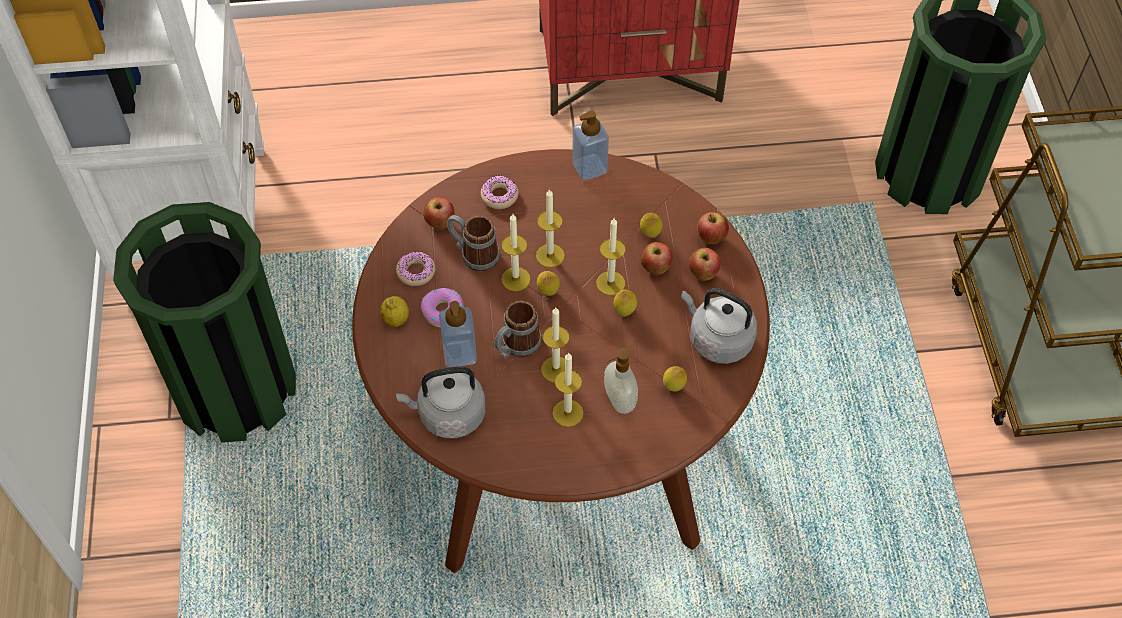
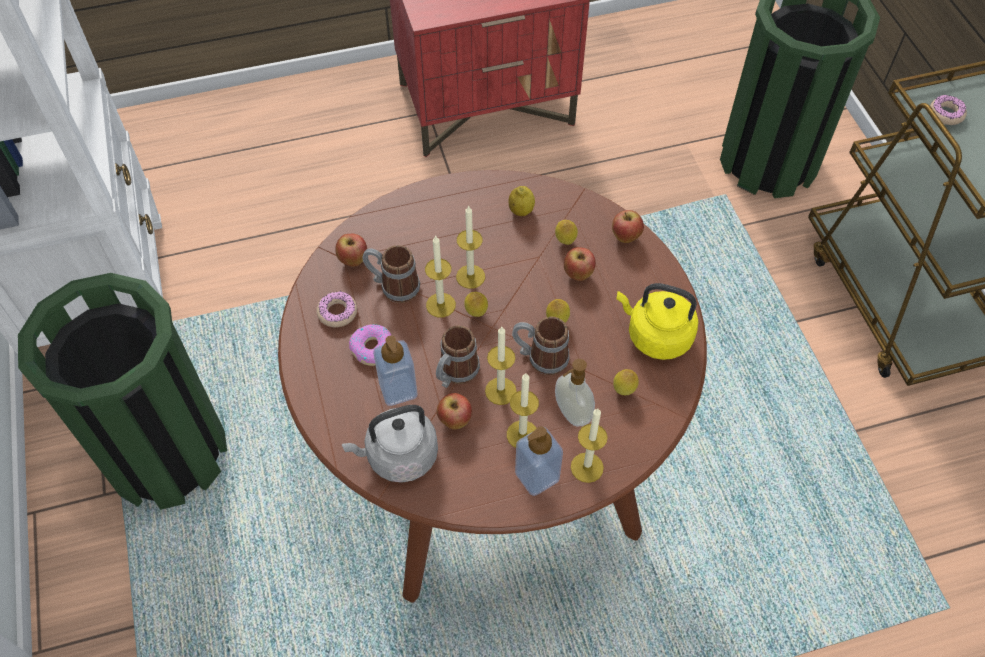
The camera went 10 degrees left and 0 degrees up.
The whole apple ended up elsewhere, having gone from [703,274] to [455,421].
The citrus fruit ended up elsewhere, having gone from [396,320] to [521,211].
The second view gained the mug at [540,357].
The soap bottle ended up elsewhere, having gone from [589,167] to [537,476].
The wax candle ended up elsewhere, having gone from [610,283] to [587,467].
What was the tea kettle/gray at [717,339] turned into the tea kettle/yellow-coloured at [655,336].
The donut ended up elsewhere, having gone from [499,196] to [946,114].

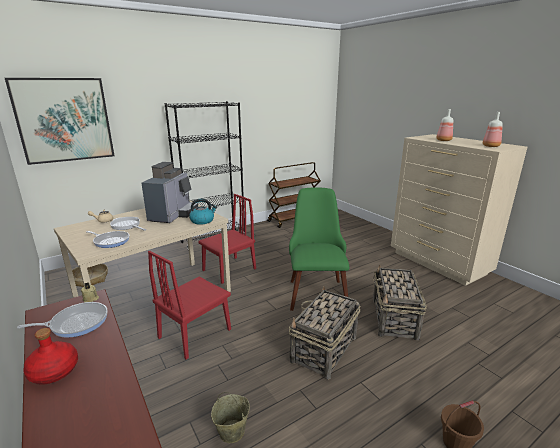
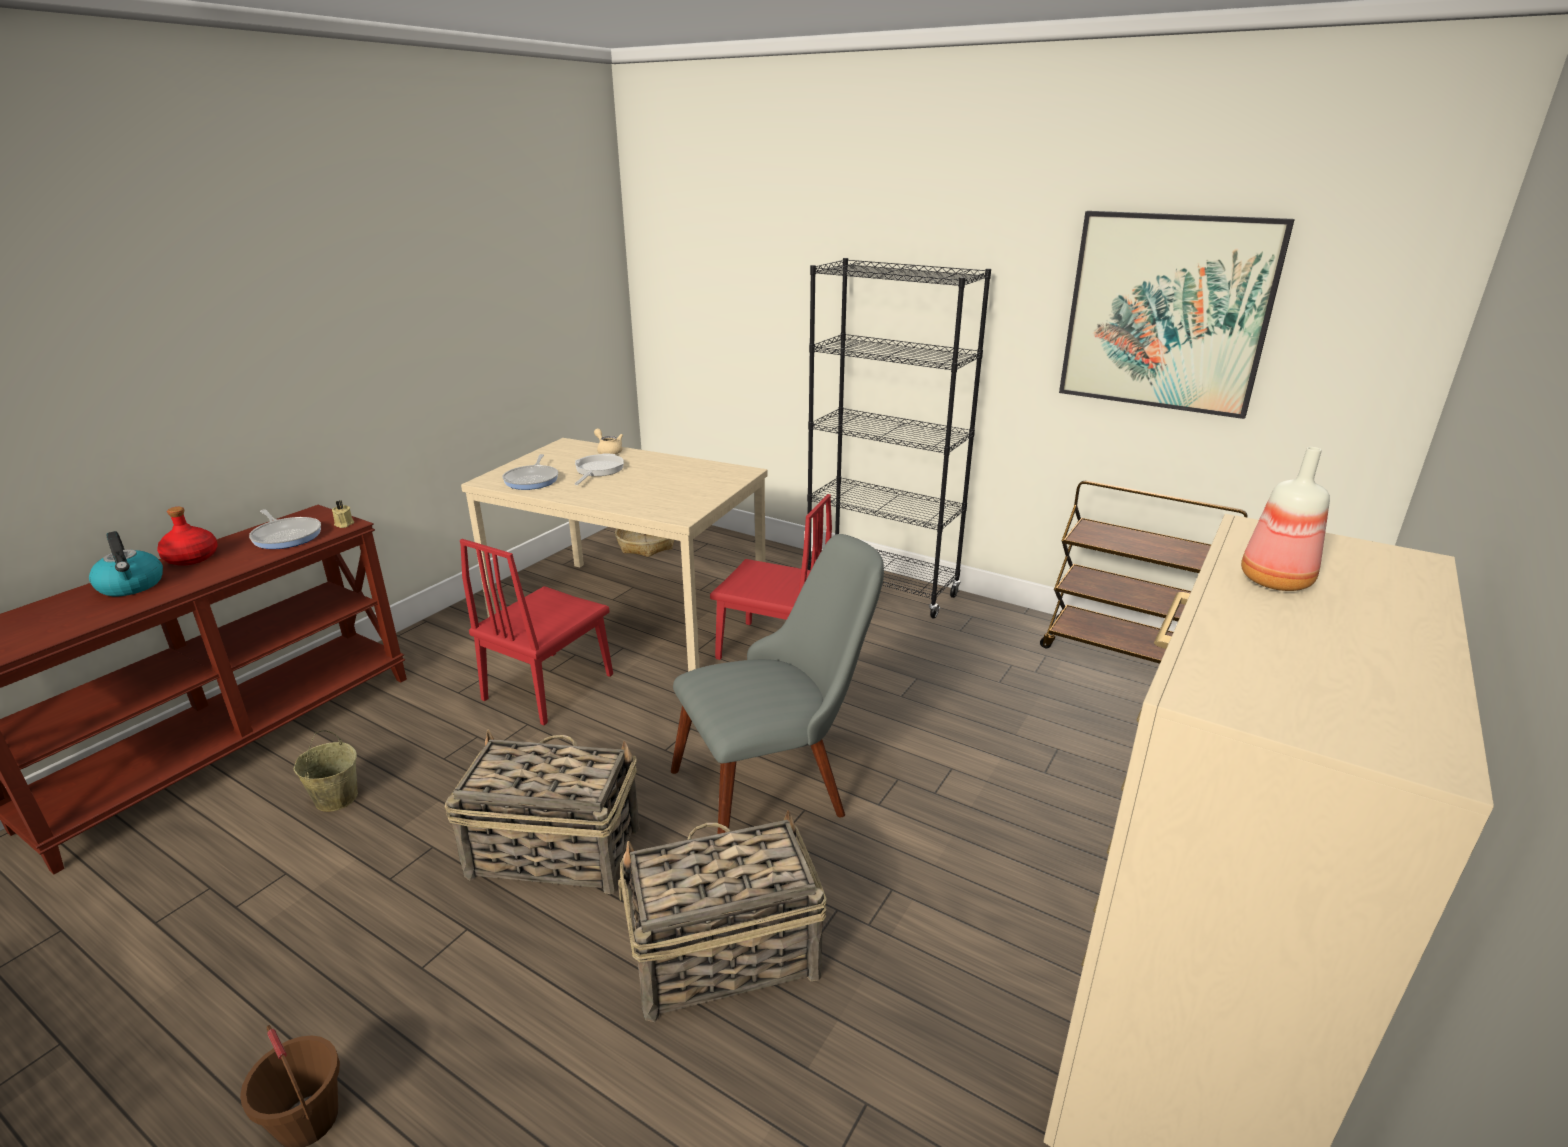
The camera went 65 degrees right and 5 degrees up.
The tea kettle ended up elsewhere, having gone from [202,221] to [132,586].
The chair/reddish at [195,333] ended up facing another way, 75 degrees counterclockwise from before.
What was the chair/green at [316,289] turned into the chair/gray at [777,786].
The wall picture ended up elsewhere, having gone from [64,120] to [1166,313].
The second view lost the coffee brewer at [173,215].
The second view lost the drink bottle at [491,146].

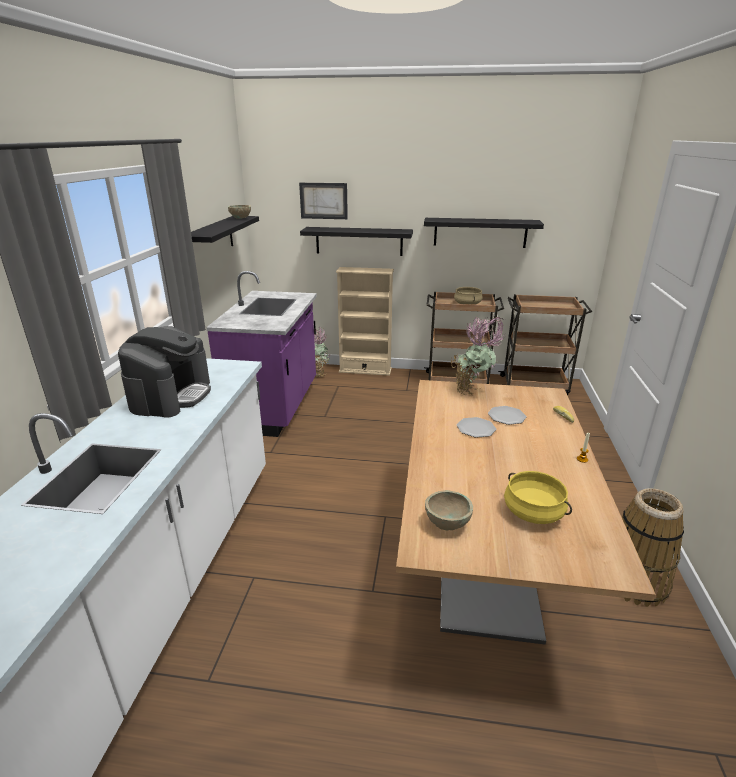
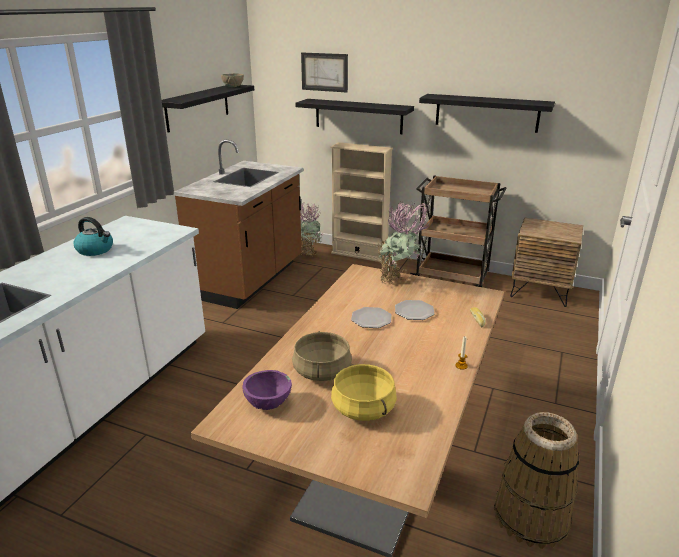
The camera went 15 degrees right and 0 degrees up.
Where the coffee brewer stood at [171,395], the tea kettle came to stand at [96,250].
What was the kitchen counter/purple at [275,407] turned into the kitchen counter/brown at [250,280].
What was the bowl/sand-coloured at [447,524] turned into the bowl/purple at [268,404].
The stockpot/sand-coloured ended up elsewhere, having gone from [467,304] to [321,371].
Where the trolley/brown stood at [535,385], the bedside table/brown came to stand at [540,291].

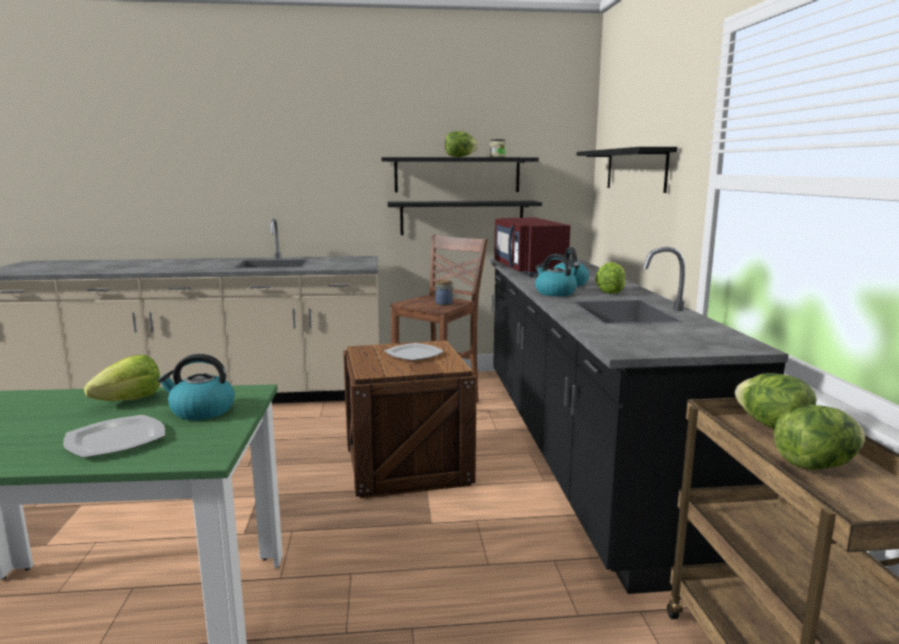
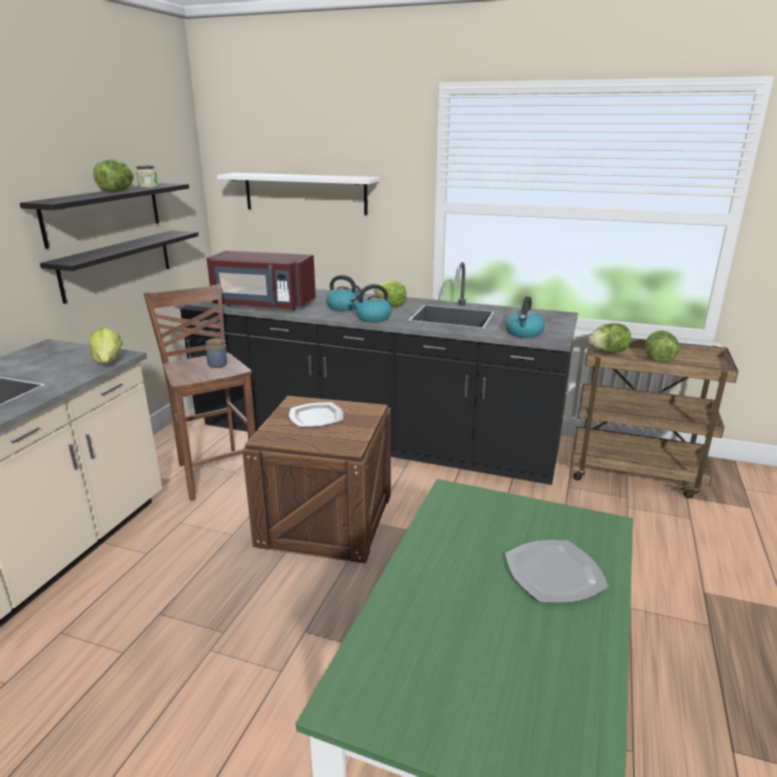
The camera went 65 degrees left and 10 degrees up.
The lettuce ended up elsewhere, having gone from [130,400] to [108,362].
What was the shelf/blackish at [635,170] turned into the shelf/white-coloured at [305,193].
The tea kettle ended up elsewhere, having gone from [201,411] to [524,333].

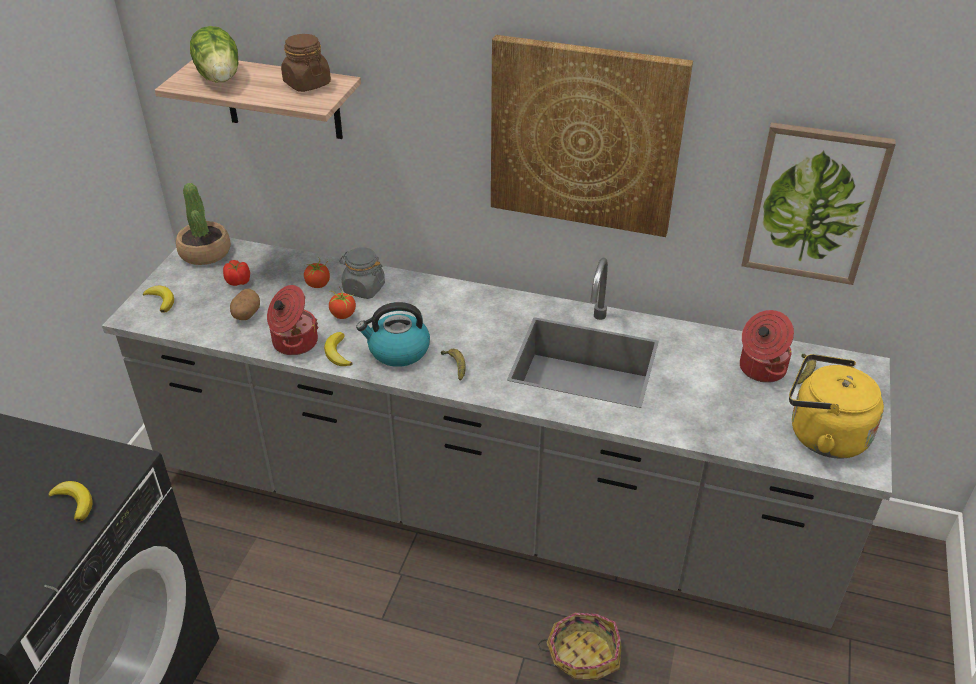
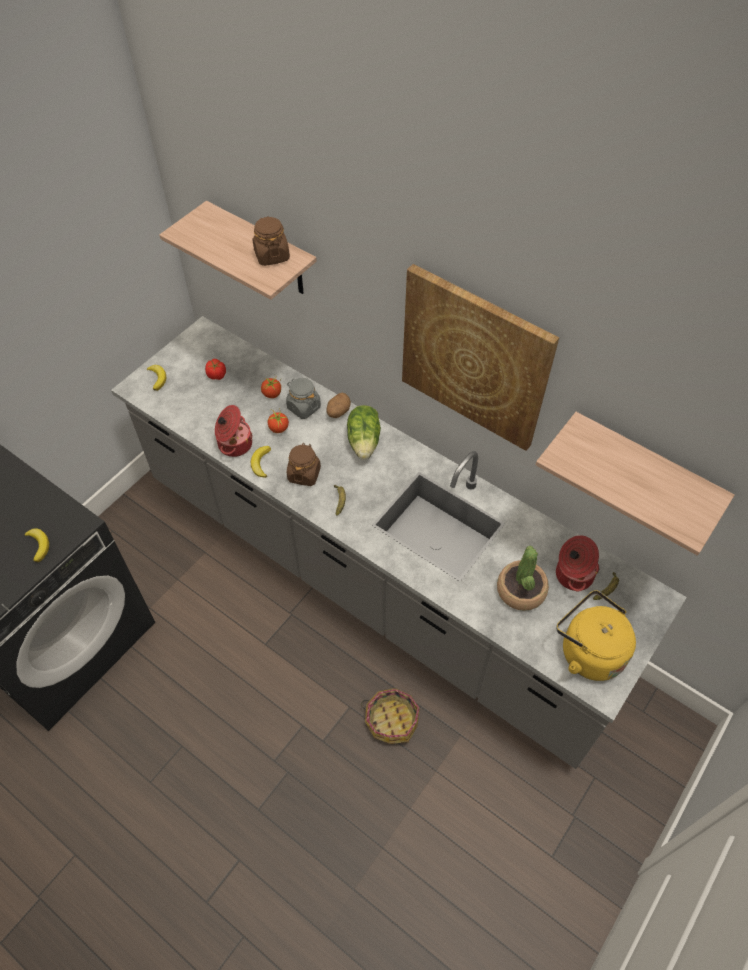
The camera went 20 degrees right and 15 degrees up.
Where the tea kettle stood at [398,351], the jar/brown came to stand at [304,474].
The whole potato ended up elsewhere, having gone from [246,315] to [338,412].
The lettuce ended up elsewhere, having gone from [220,77] to [364,441].
The houseplant ended up elsewhere, having gone from [205,252] to [521,590].
Where the wall picture hung at [813,204], the shelf came to hang at [643,471].

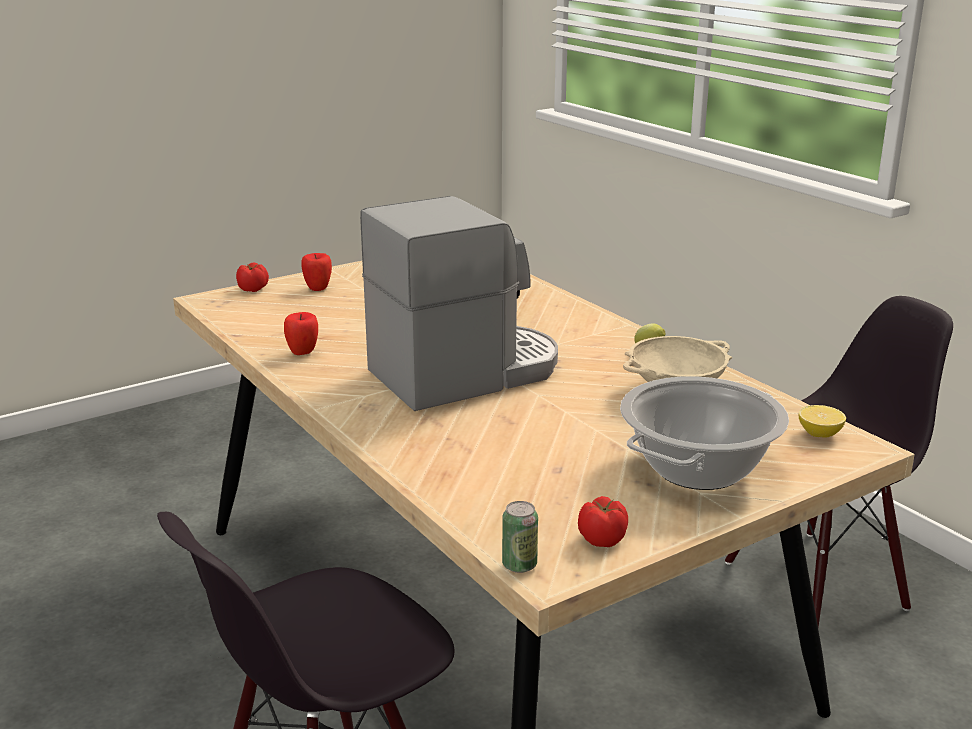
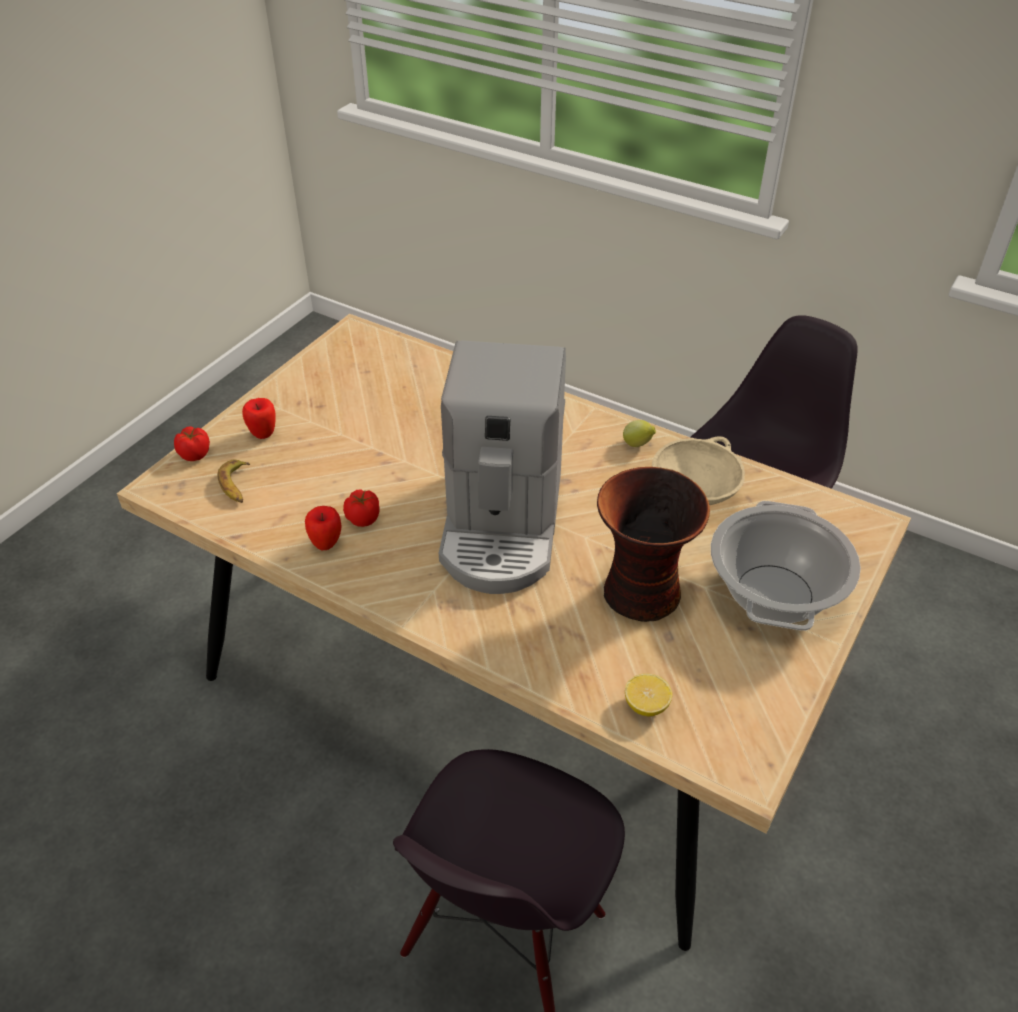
The camera went 25 degrees left and 20 degrees up.
The second view gained the whole banana at [236,486].
The tomato ended up elsewhere, having gone from [603,539] to [364,518].
The coffee brewer at [466,373] ended up facing another way, 150 degrees clockwise from before.
The second view gained the flower vase at [641,595].
The citrus fruit ended up elsewhere, having gone from [819,434] to [646,705].
The second view lost the metal can at [519,565].

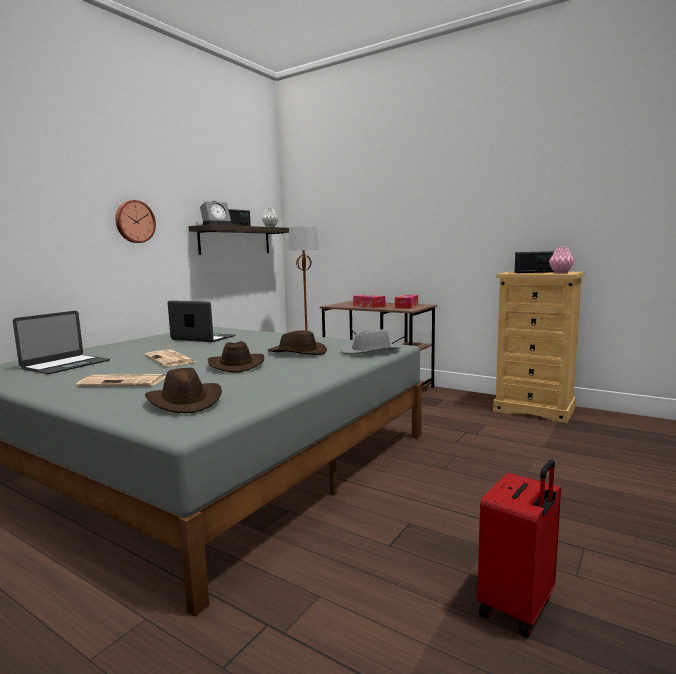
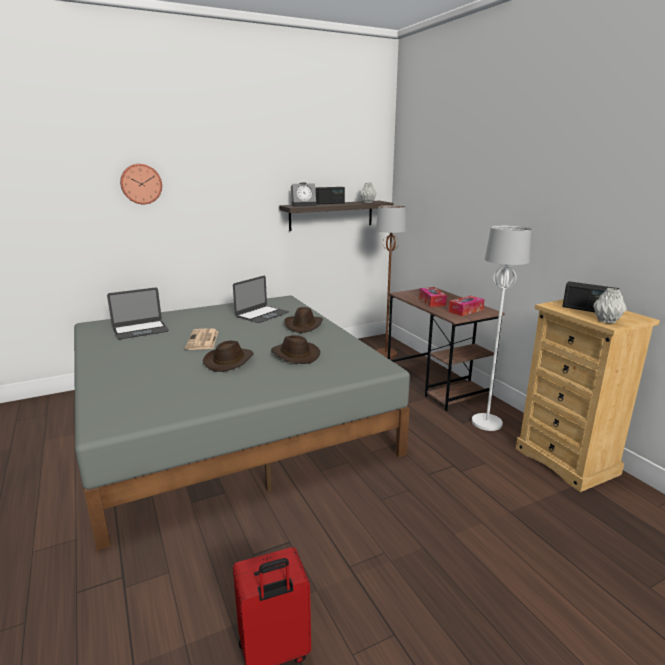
The camera went 30 degrees right and 10 degrees up.
The hanging clock ended up elsewhere, having gone from [134,221] to [141,184].
The notebook computer at [203,338] ended up facing another way, 75 degrees clockwise from before.
The clothing hat/brown ended up elsewhere, having gone from [185,402] to [303,325].
The second view gained the floor lamp/white-coloured at [487,422].
What was the flower vase/pinkish at [560,273] turned into the flower vase/gray at [606,321].
The second view lost the printed paper at [124,382].
The second view lost the clothing hat/gray at [371,351].

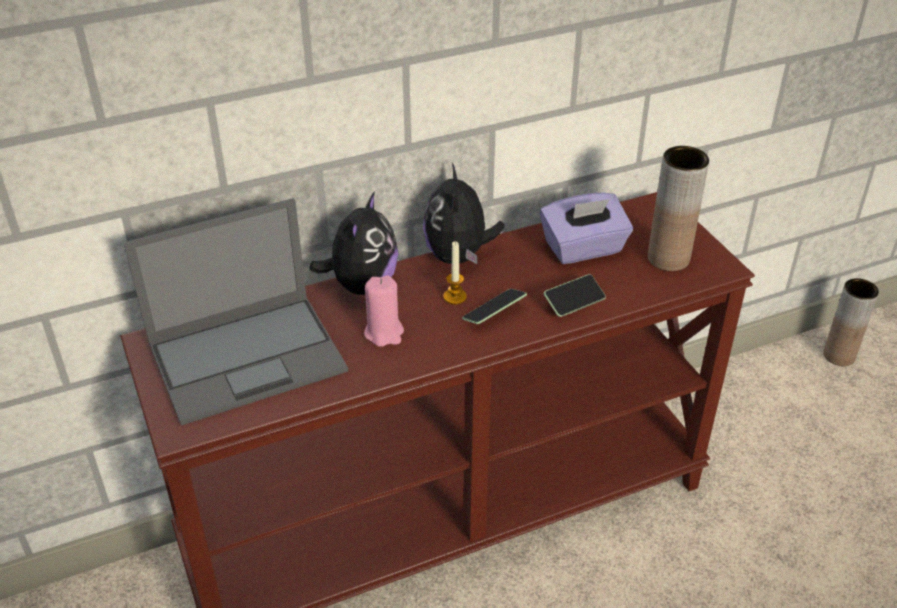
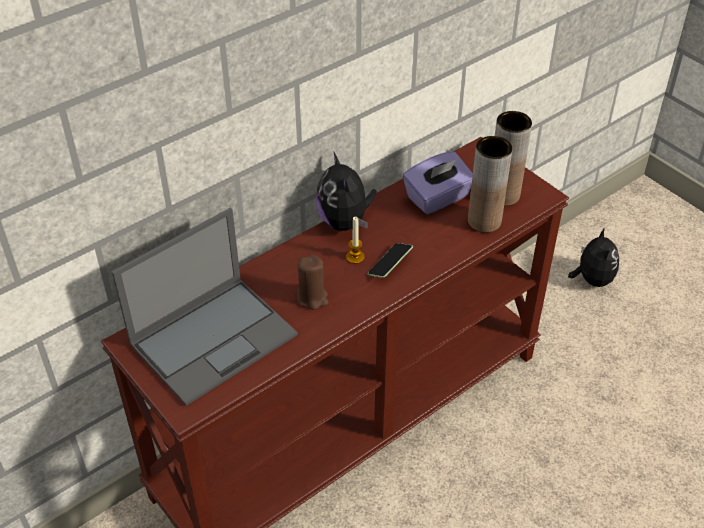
The camera went 15 degrees left and 5 degrees up.
What was the wax candle/pinkish at [384,333] turned into the wax candle/brown at [312,298].
The flower vase/brown ended up elsewhere, having gone from [839,356] to [484,221].
The soft toy ended up elsewhere, having gone from [362,285] to [592,279].
The second view lost the phone at [574,302].

